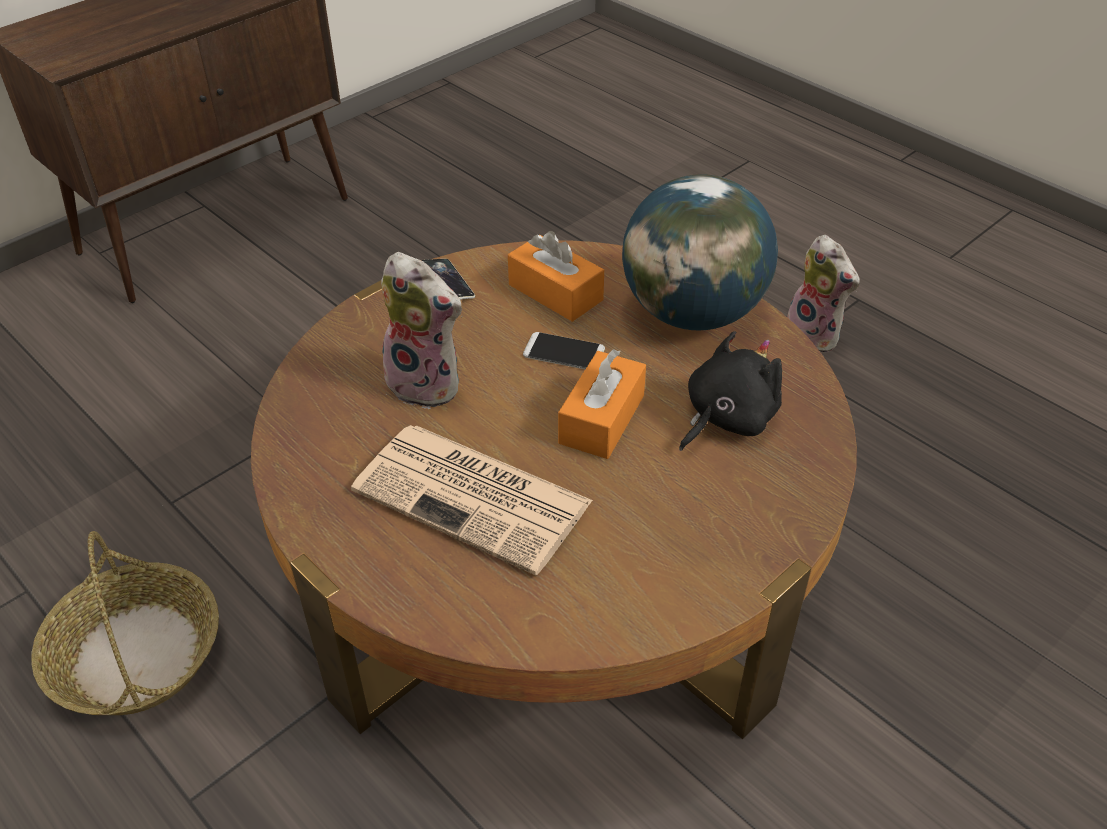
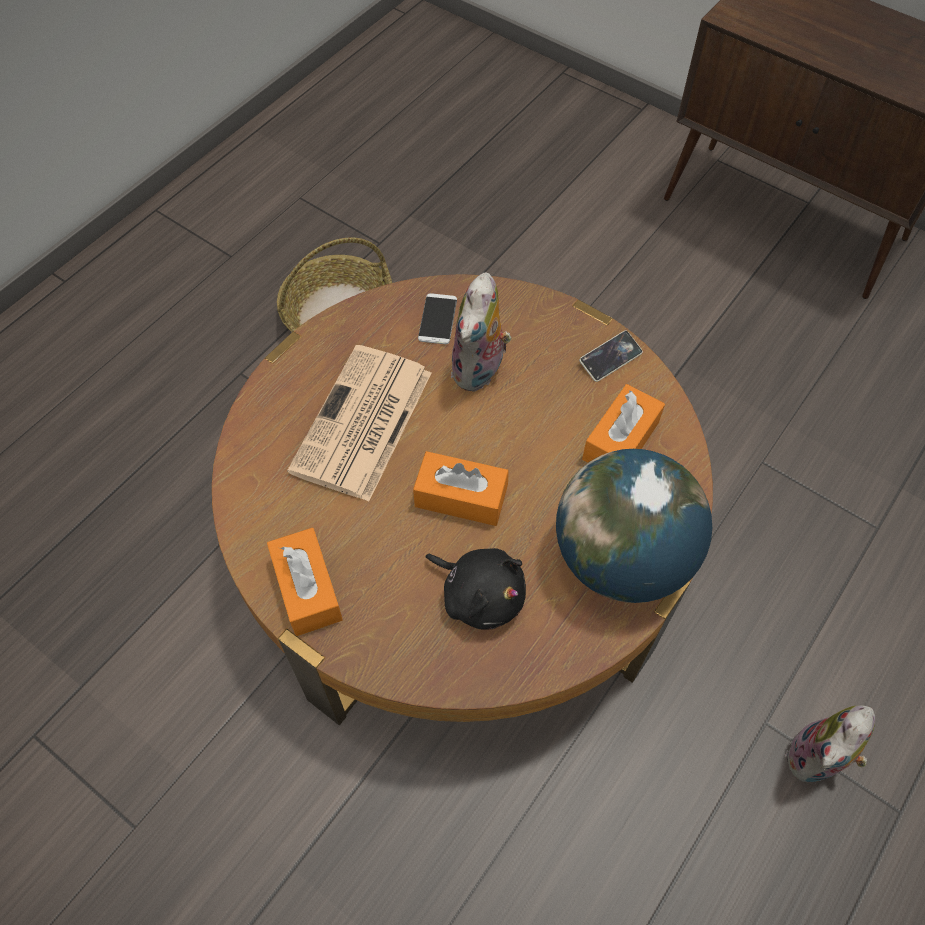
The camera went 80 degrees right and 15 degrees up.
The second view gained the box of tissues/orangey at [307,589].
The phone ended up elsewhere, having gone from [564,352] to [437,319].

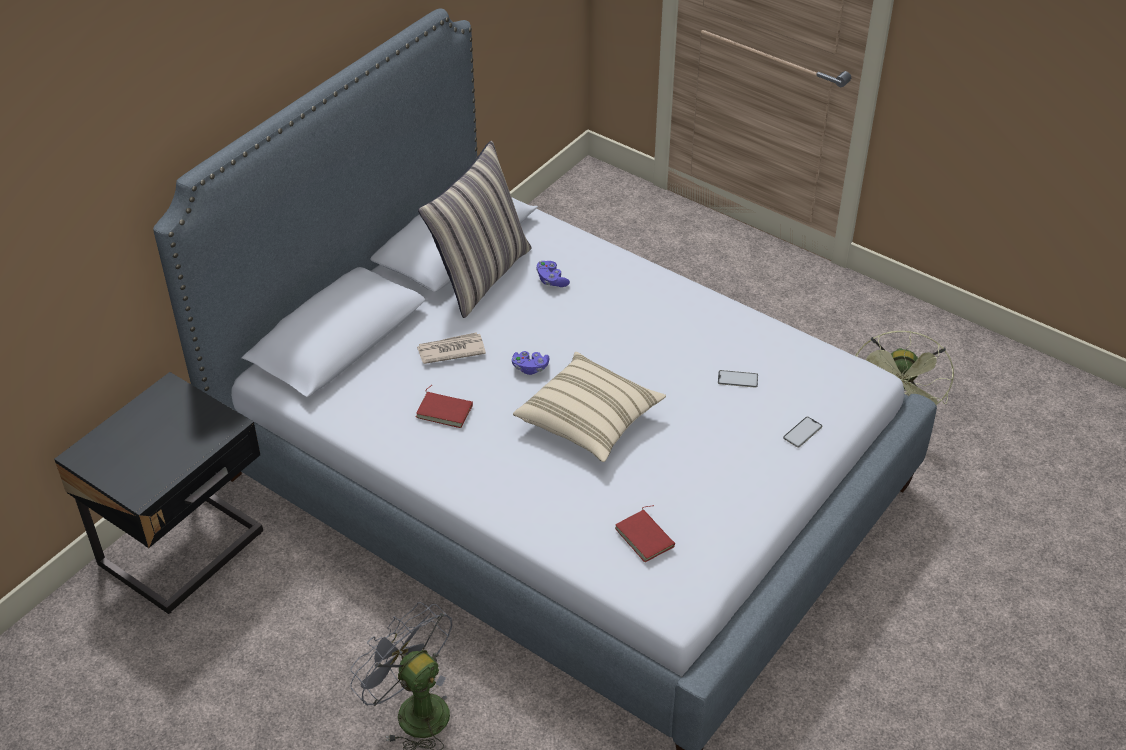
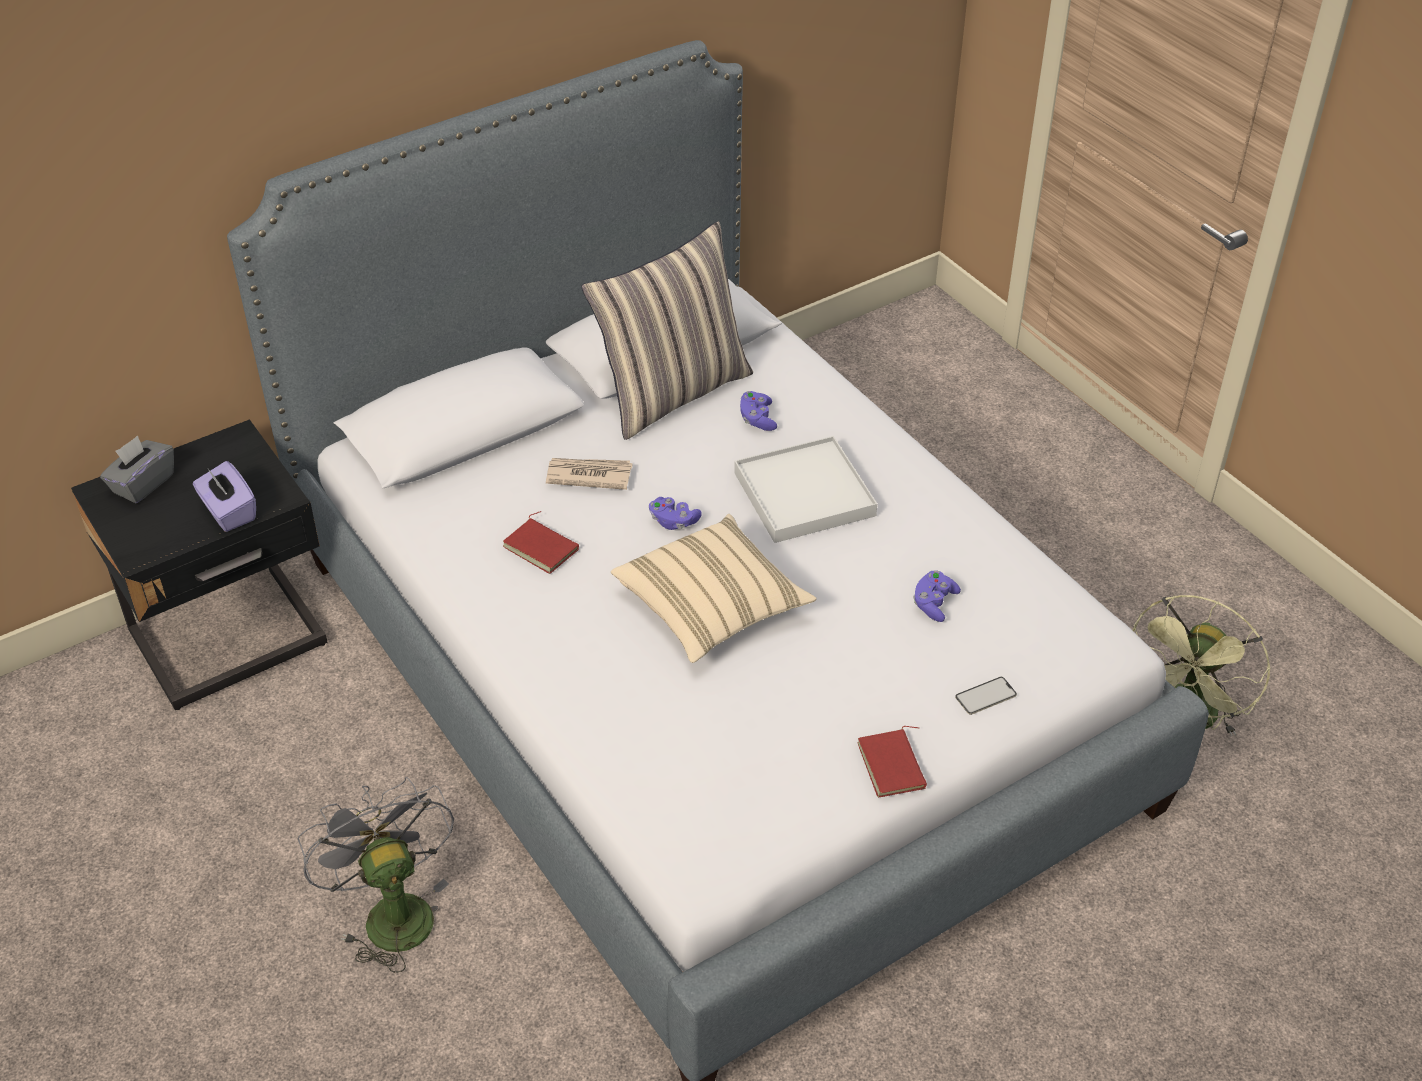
The camera went 20 degrees right and 0 degrees up.
The second view gained the box of tissues/gray at [143,484].
The second view gained the box of tissues/purple at [229,512].
The second view gained the serving tray/white-coloured at [804,494].
The book/reddish ended up elsewhere, having gone from [646,537] to [894,766].
Where the phone stood at [737,379], the game controller/purple came to stand at [934,603].

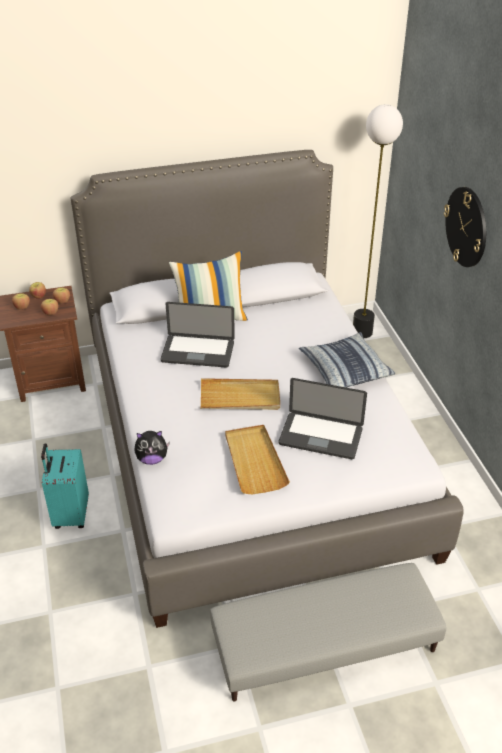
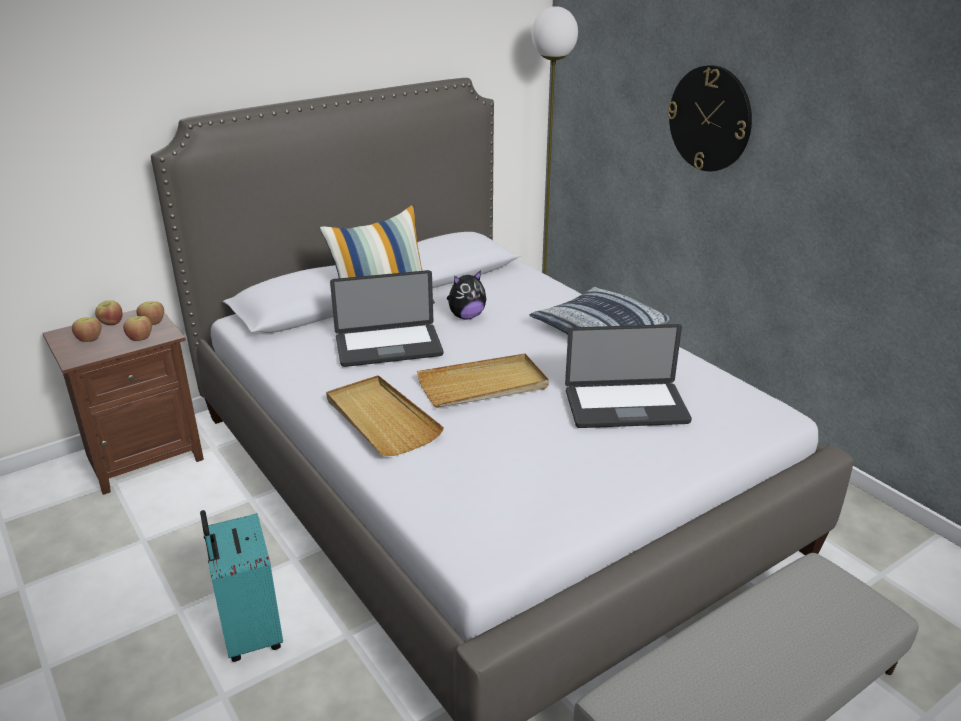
The camera went 20 degrees left and 10 degrees down.
The serving tray/sand-coloured ended up elsewhere, having gone from [254,461] to [381,419].
The soft toy ended up elsewhere, having gone from [152,459] to [466,316].

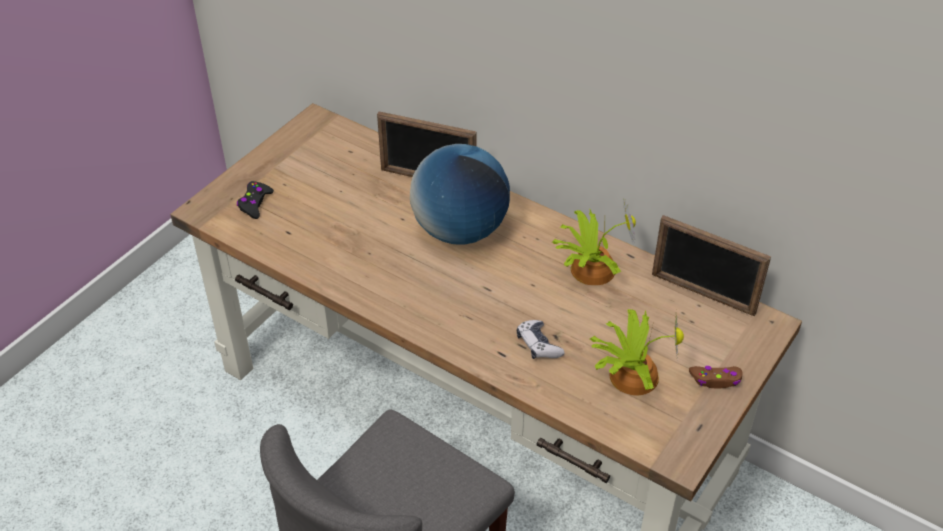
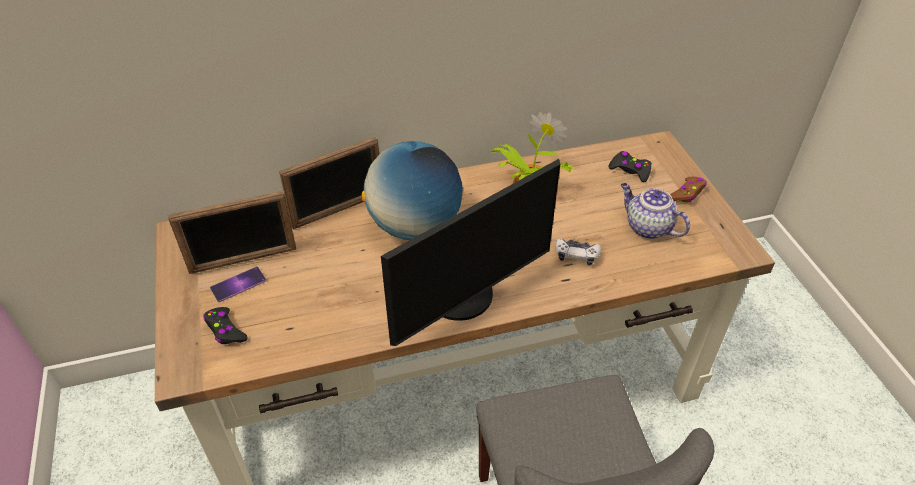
The camera went 50 degrees left and 0 degrees up.
The photo frame ended up elsewhere, having gone from [702,294] to [243,260].
The second view gained the phone at [238,284].
The second view gained the computer display at [464,299].
The second view gained the game controller/blackish at [630,170].
Where the houseplant stood at [631,374], the teapot came to stand at [647,227].

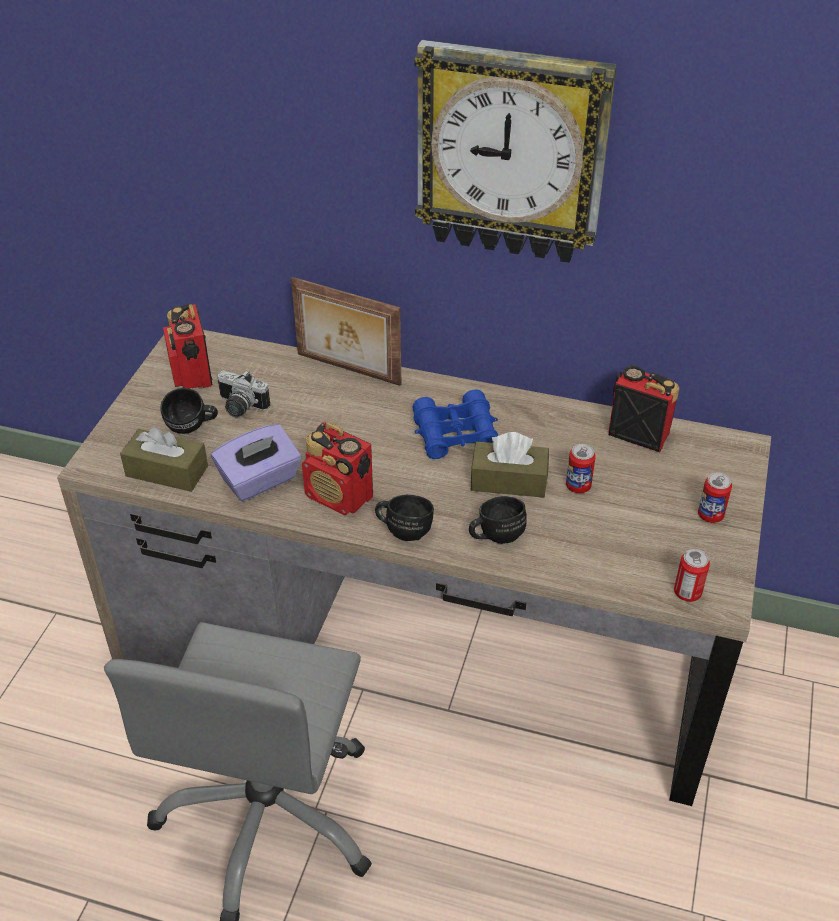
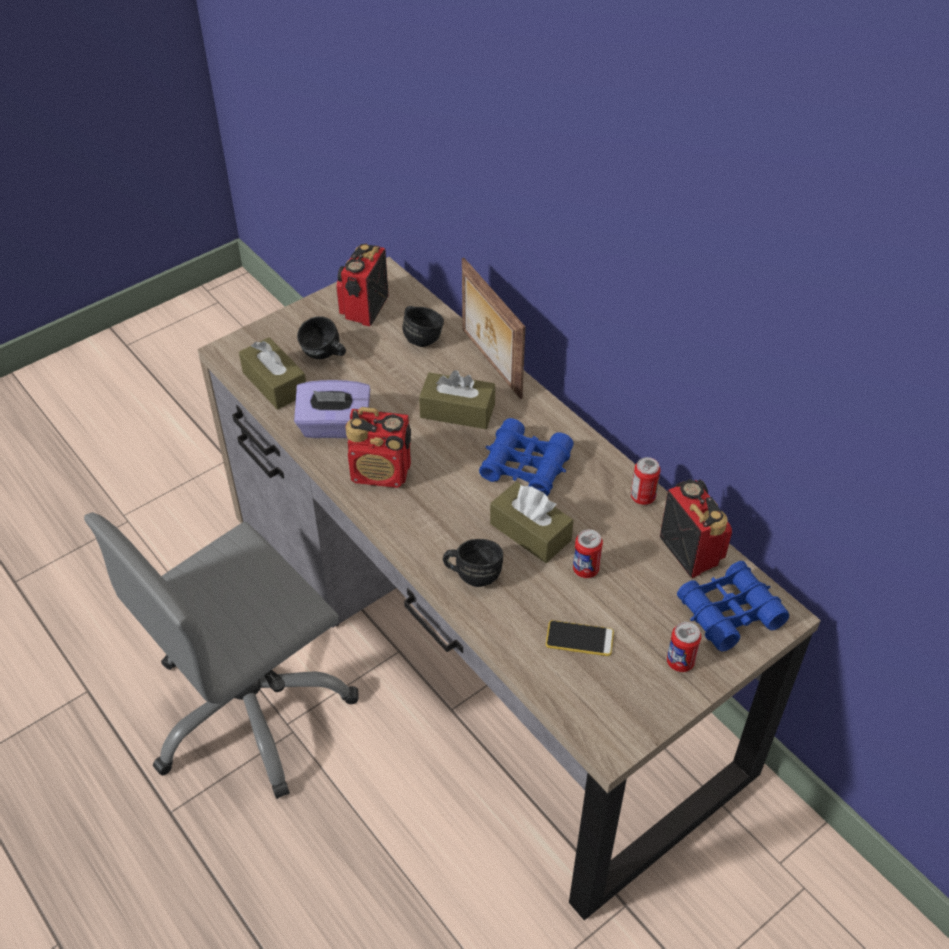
The camera went 35 degrees right and 5 degrees up.
The radio at [340,497] ended up facing another way, 60 degrees counterclockwise from before.
The mug/blackish ended up elsewhere, having gone from [404,529] to [421,336].
The second view gained the box of tissues/brown at [457,411].
The second view gained the phone at [579,638].
The metal can ended up elsewhere, having gone from [687,593] to [643,497].
The second view gained the binoculars/bluish at [729,612].
The second view lost the photo camera at [240,407].
The second view lost the hanging clock at [511,153].

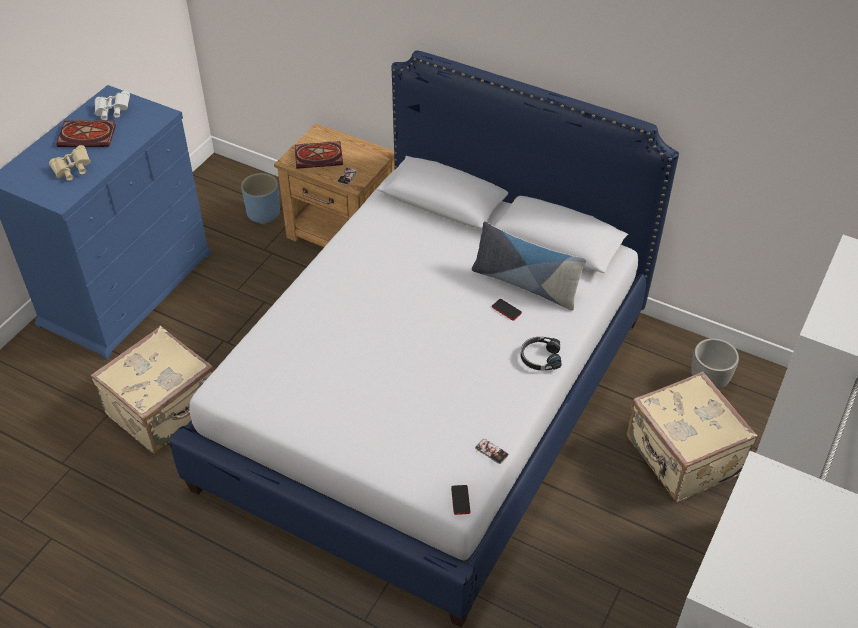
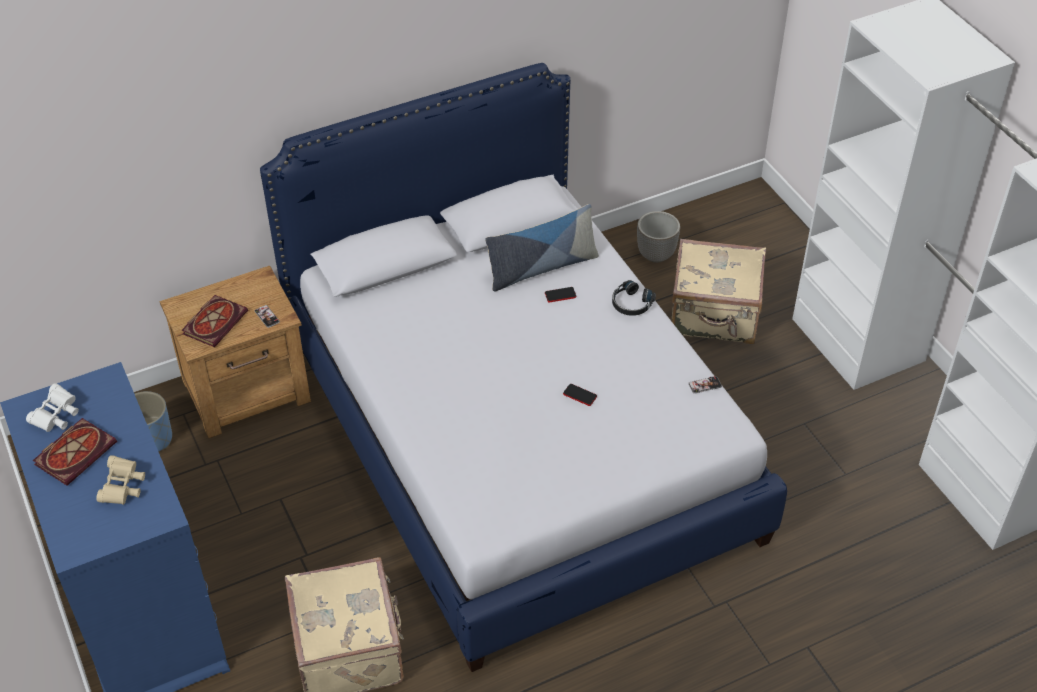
The camera went 55 degrees left and 0 degrees up.
The phone ended up elsewhere, having gone from [460,500] to [580,395].

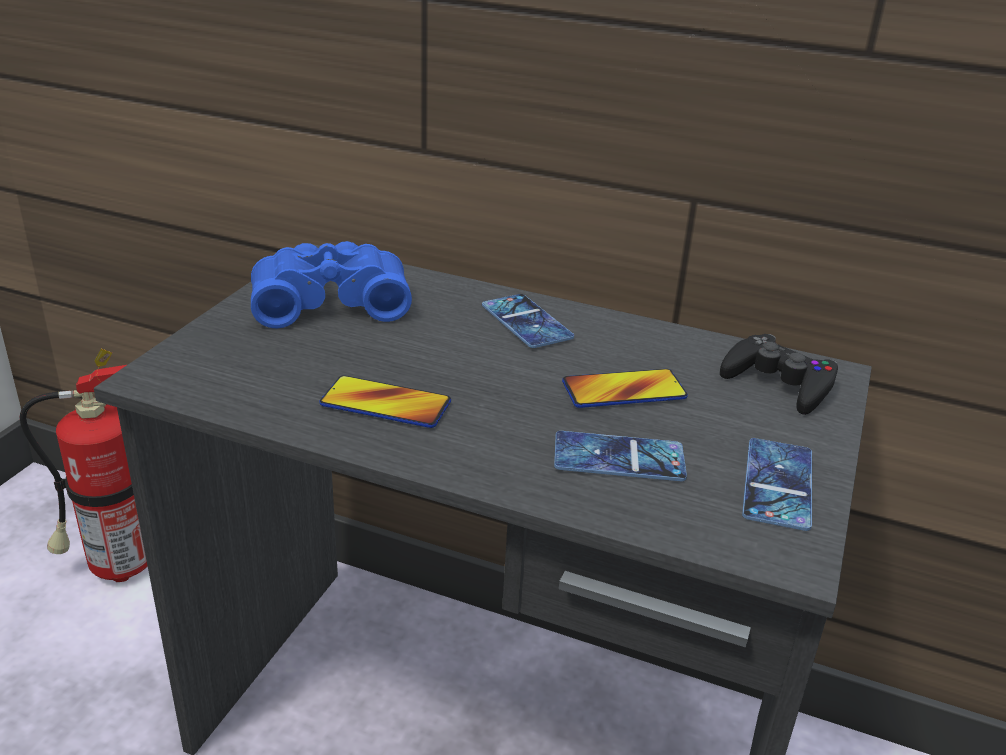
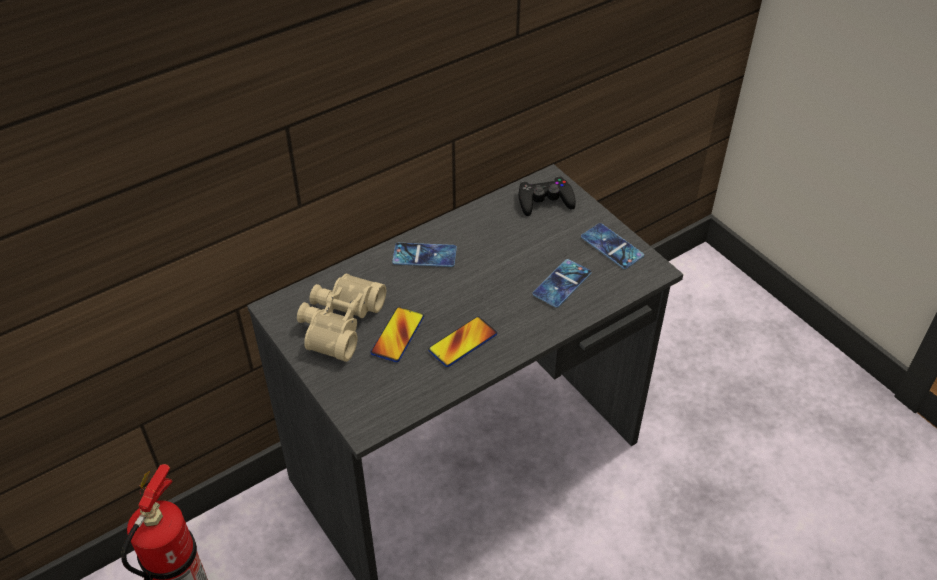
The camera went 55 degrees left and 15 degrees up.
What was the binoculars/bluish at [330,302] turned into the binoculars/sand-coloured at [338,323].
The phone ended up elsewhere, having gone from [624,391] to [397,335].

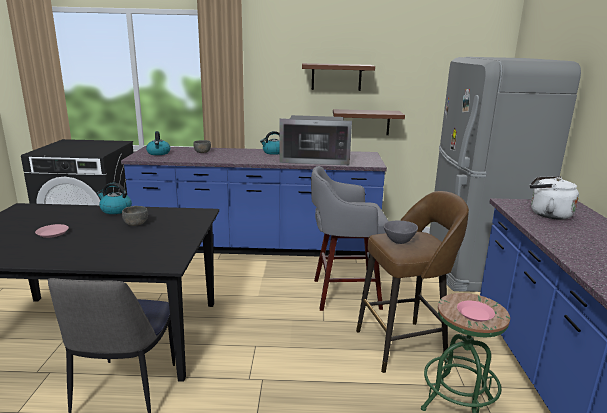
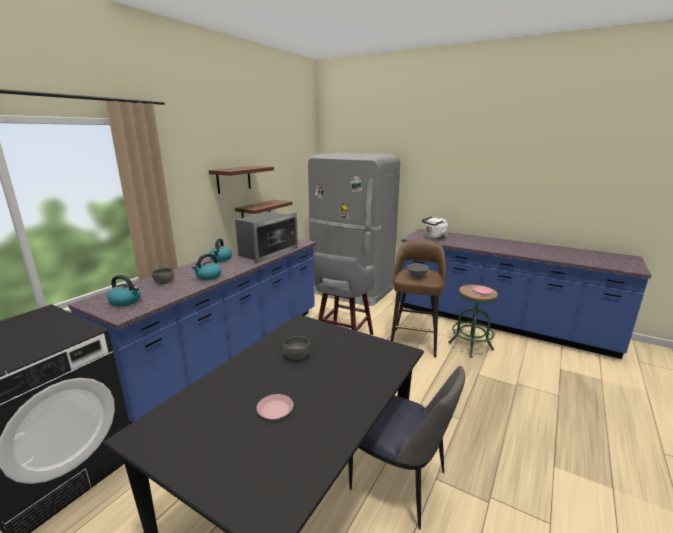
The camera went 60 degrees left and 0 degrees up.
The tea kettle ended up elsewhere, having gone from [115,210] to [208,277].

